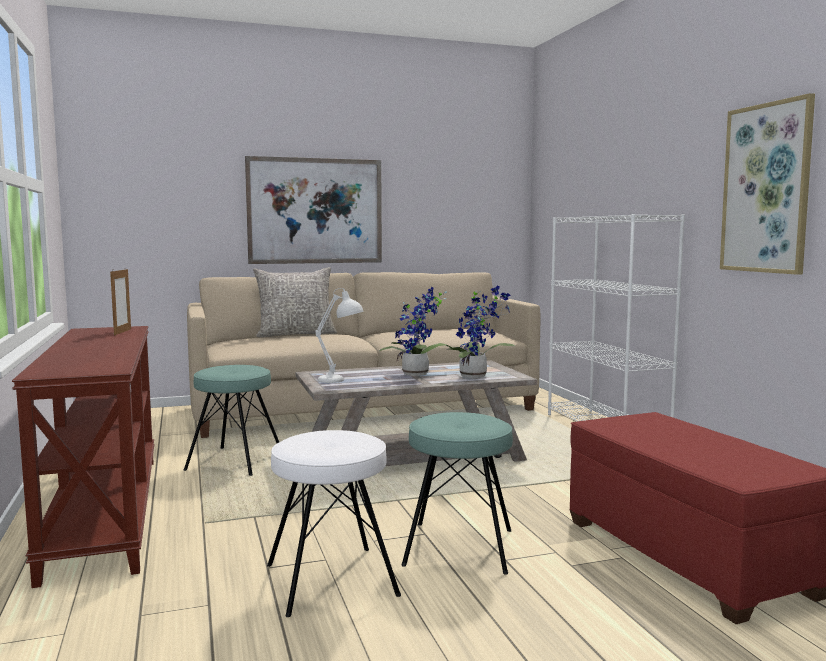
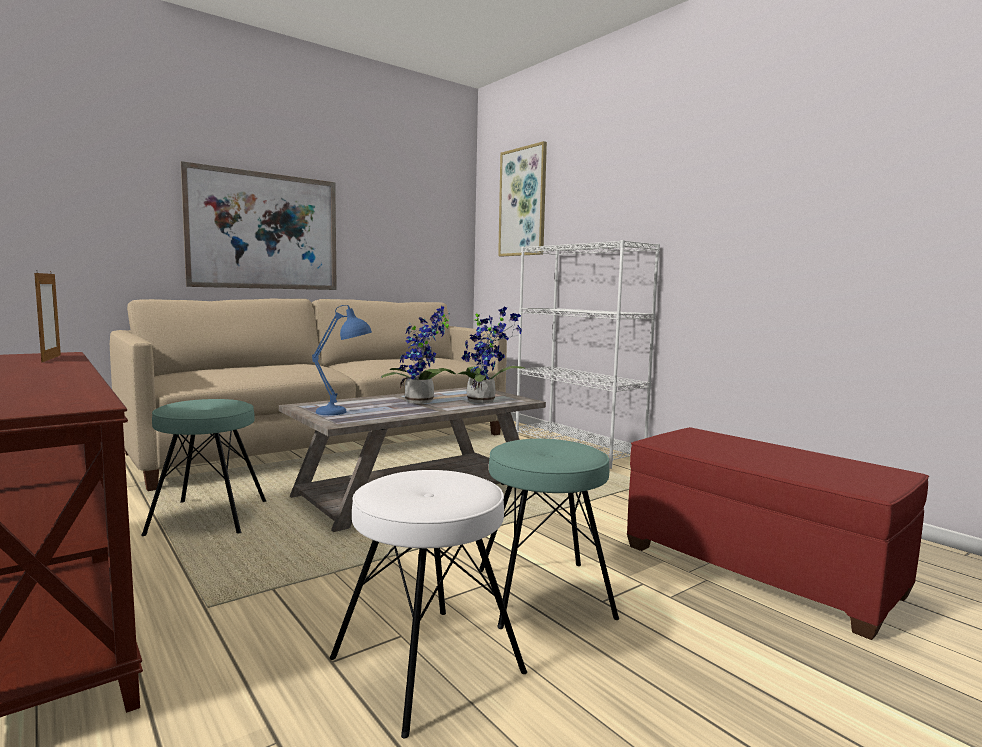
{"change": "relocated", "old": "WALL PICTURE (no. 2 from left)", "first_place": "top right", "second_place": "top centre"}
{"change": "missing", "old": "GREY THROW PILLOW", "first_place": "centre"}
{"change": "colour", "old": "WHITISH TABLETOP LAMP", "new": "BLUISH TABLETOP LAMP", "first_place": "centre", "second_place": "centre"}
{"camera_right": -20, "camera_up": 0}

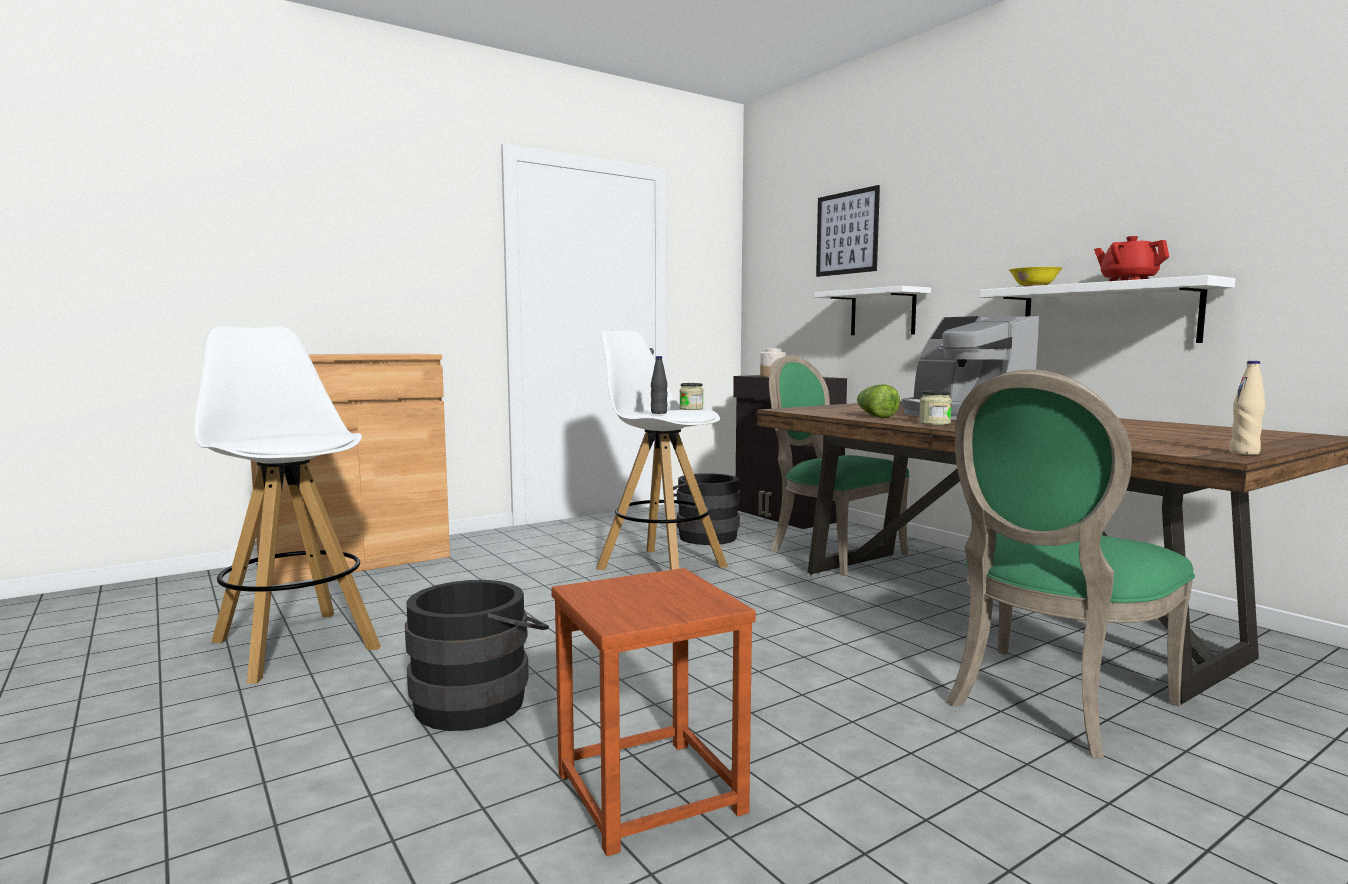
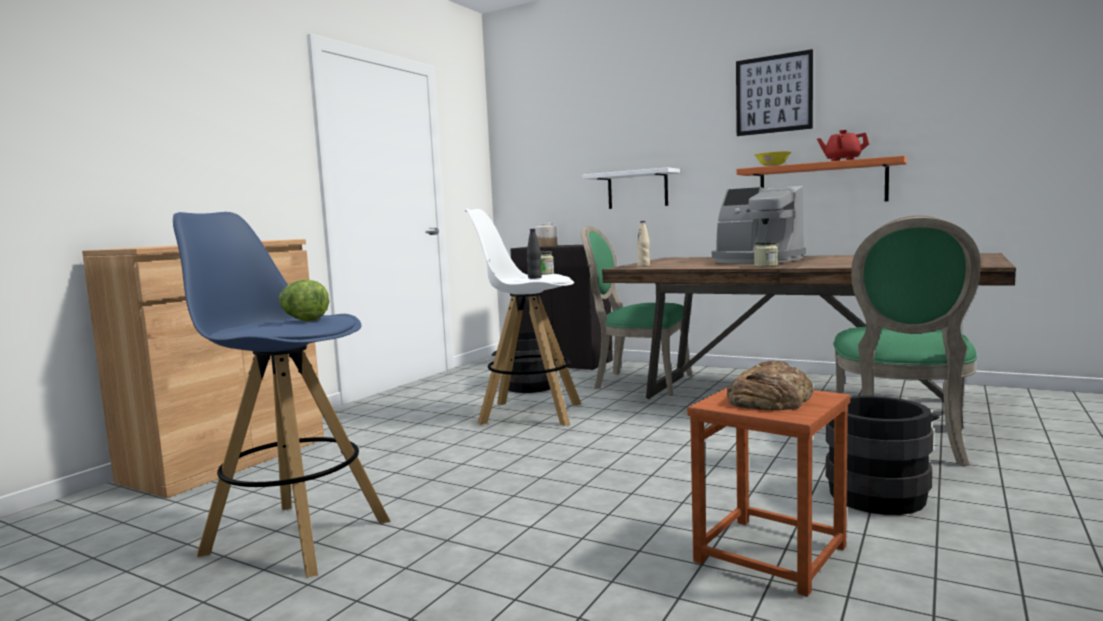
{"change": "relocated", "old": "WALL PICTURE", "first_place": "top centre", "second_place": "top right"}
{"change": "colour", "old": "WHITISH BRACKET SHELF (no. 2 from left)", "new": "ORANGE BRACKET SHELF", "first_place": "middle right", "second_place": "top right"}
{"change": "colour", "old": "WHITISH STOOL (no. 1 from left)", "new": "BLUISH STOOL", "first_place": "middle left", "second_place": "middle left"}
{"change": "relocated", "old": "SAND-COLOURED BEVERAGE BOTTLE", "first_place": "middle right", "second_place": "centre"}
{"change": "relocated", "old": "HEAD OF LETTUCE", "first_place": "centre", "second_place": "middle left"}
{"change": "relocated", "old": "BLACKISH PAIL (no. 1 from left in the first image)", "new": "BLACKISH PAIL (no. 2 from left)", "first_place": "bottom centre", "second_place": "bottom right"}
{"change": "appeared", "new": "BAKERY BREAD", "second_place": "middle right"}
{"camera_right": -25, "camera_up": 0}

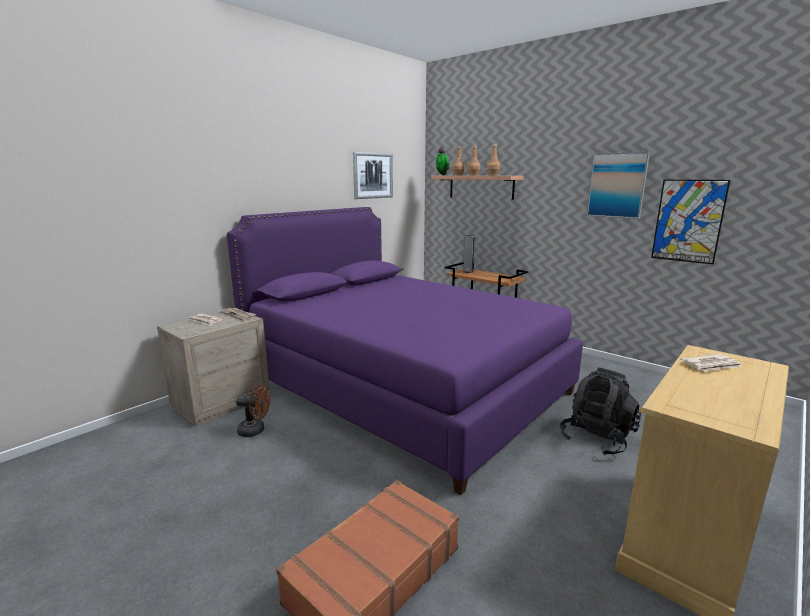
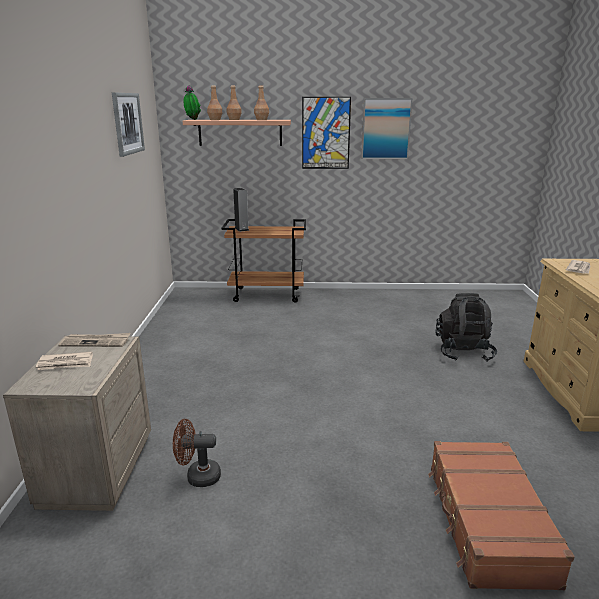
{"change": "relocated", "old": "WALL PICTURE (no. 3 from left in the first image)", "new": "WALL PICTURE (no. 2 from left)", "first_place": "middle right", "second_place": "top centre"}
{"change": "missing", "old": "PURPLE SLEEPING BED", "first_place": "centre"}
{"change": "spun", "old": "BROWNISH FAN", "first_place": "bottom left", "second_place": "bottom left", "degrees": -150}
{"camera_right": -40, "camera_up": 5}

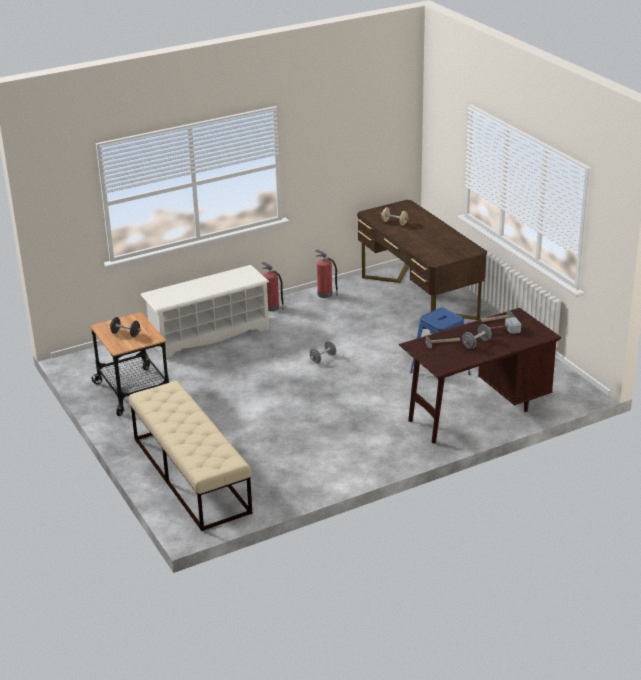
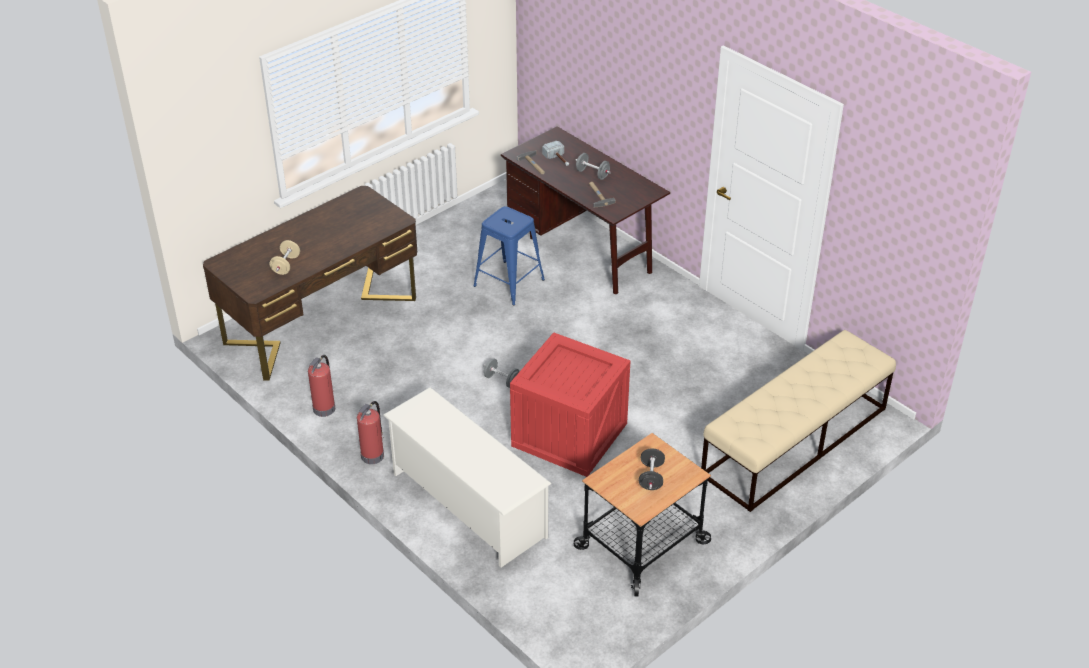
{"change": "appeared", "new": "PACKING CRATE", "second_place": "centre"}
{"camera_right": -105, "camera_up": 10}

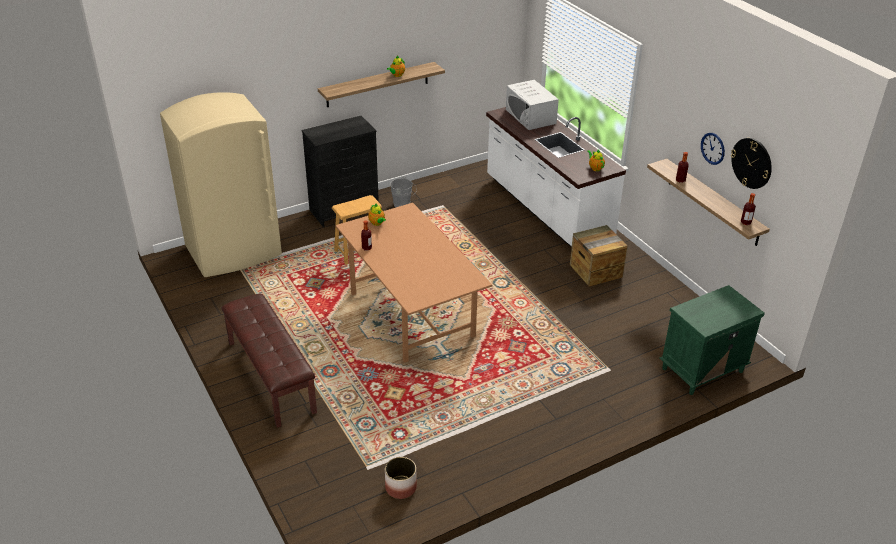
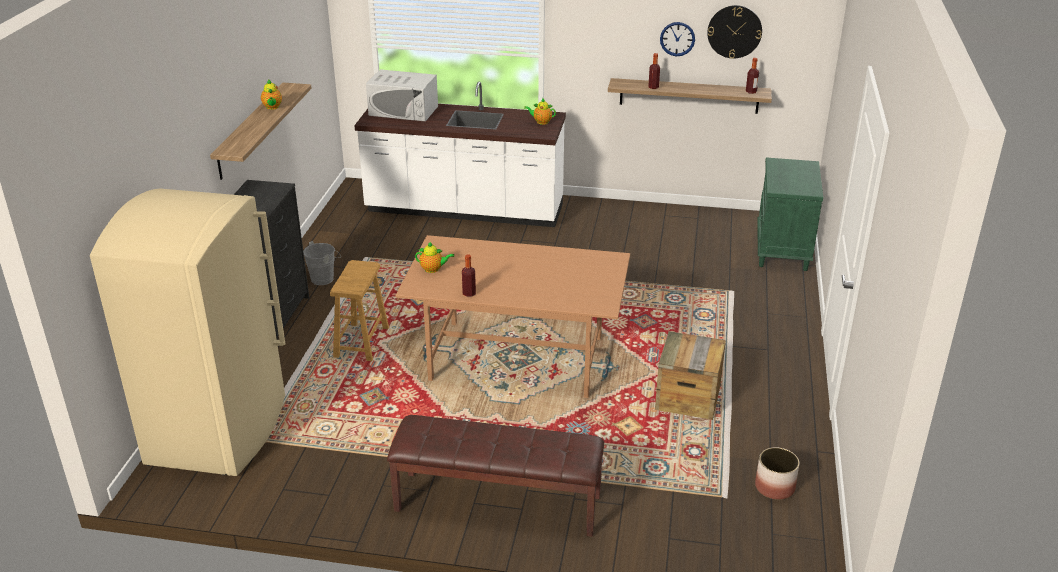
{"change": "relocated", "old": "PACKING CRATE", "first_place": "middle right", "second_place": "centre"}
{"camera_right": -50, "camera_up": -5}

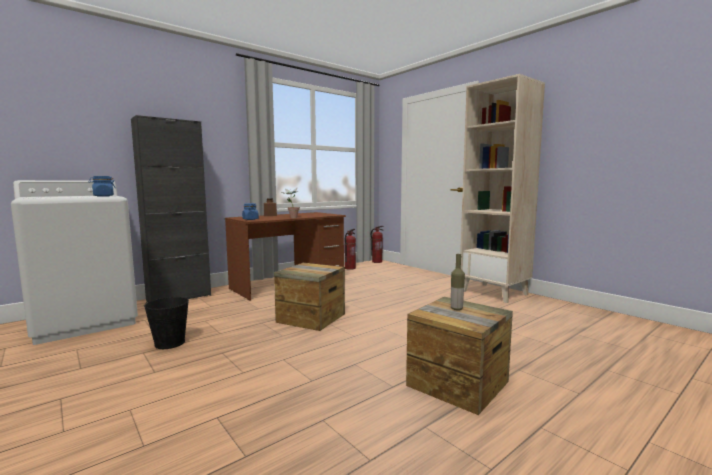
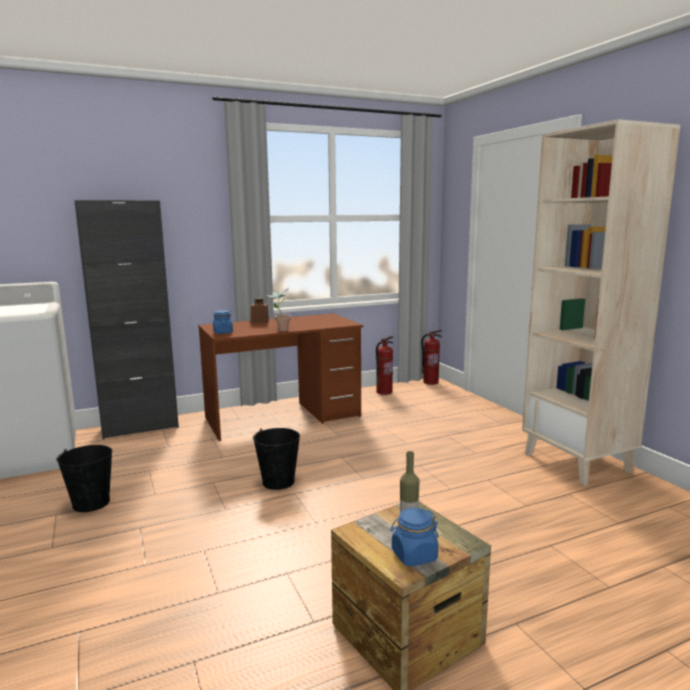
{"change": "relocated", "old": "BLUISH JAR (no. 1 from left in the first image)", "new": "BLUISH JAR (no. 2 from left)", "first_place": "middle left", "second_place": "bottom centre"}
{"change": "exchanged", "old": "PACKING CRATE (no. 1 from left)", "new": "BLACKISH PAIL (no. 2 from left)", "first_place": "centre", "second_place": "centre"}
{"camera_right": 15, "camera_up": 5}

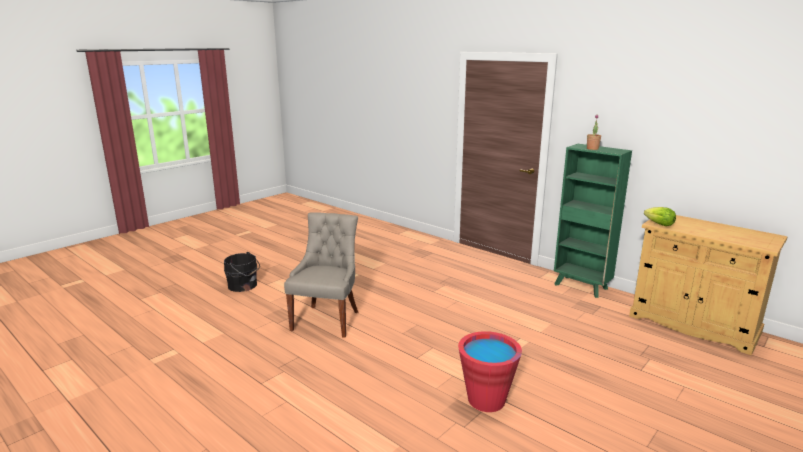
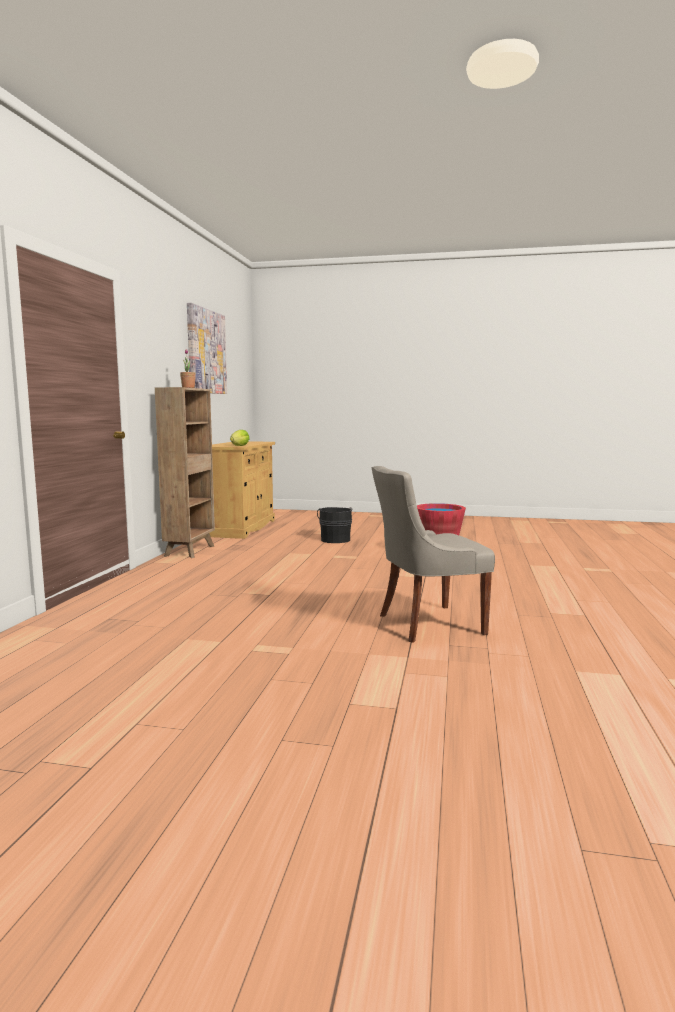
{"change": "colour", "old": "GREEN BOOKCASE", "new": "BROWNISH BOOKCASE", "first_place": "middle right", "second_place": "middle left"}
{"change": "relocated", "old": "BLACKISH PAIL", "first_place": "middle left", "second_place": "centre"}
{"change": "appeared", "new": "WALL PICTURE", "second_place": "middle left"}
{"camera_right": -120, "camera_up": -10}

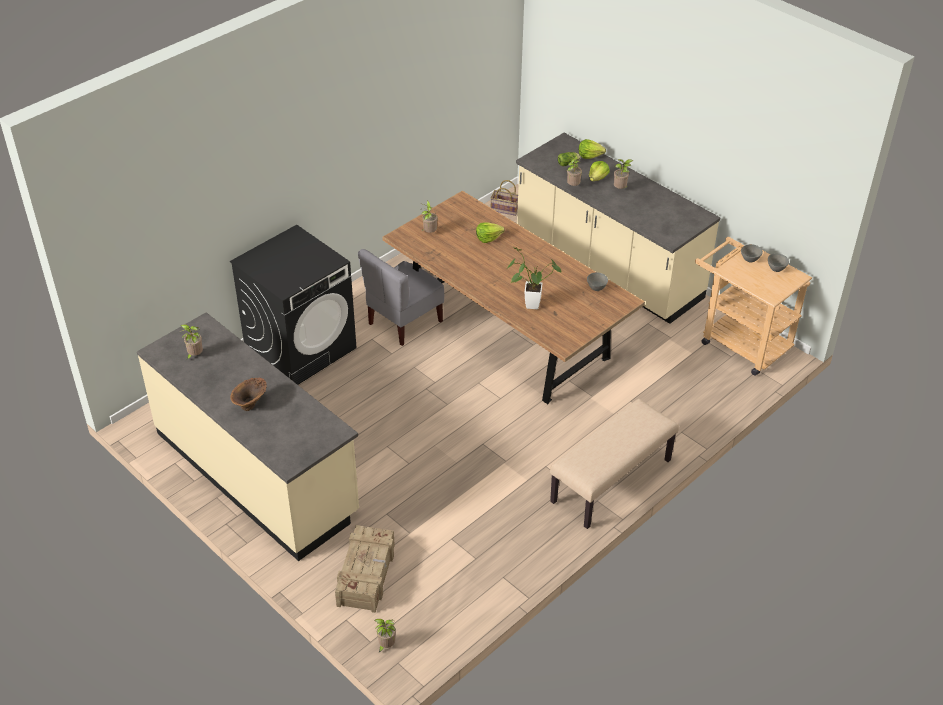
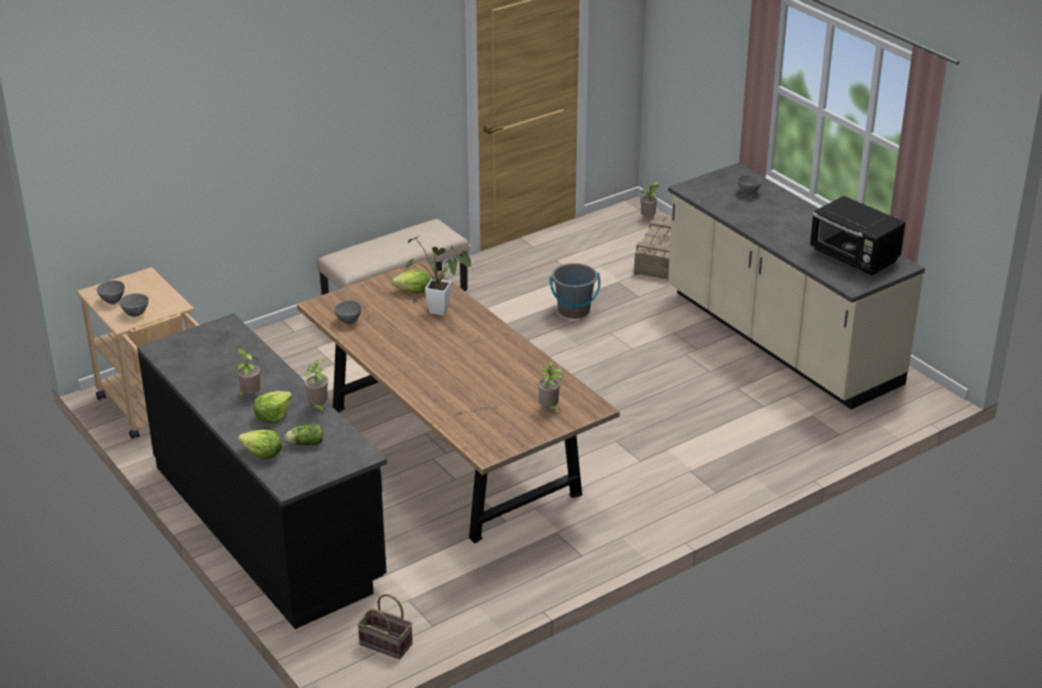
{"change": "colour", "old": "SAND-COLOURED COUNTER (no. 2 from left)", "new": "BLACKISH COUNTER", "first_place": "top centre", "second_place": "bottom left"}
{"change": "relocated", "old": "HEAD OF LETTUCE (no. 1 from left in the first image)", "new": "HEAD OF LETTUCE (no. 4 from left)", "first_place": "top centre", "second_place": "centre"}
{"change": "missing", "old": "BLACKISH LAUNDRY APPLIANCE", "first_place": "middle left"}
{"change": "missing", "old": "GREY UPRIGHT CHAIR", "first_place": "centre"}
{"change": "exchanged", "old": "PLANT IN A POT (no. 1 from left)", "new": "BLACKISH KITCHEN MICROWAVE", "first_place": "middle left", "second_place": "middle right"}
{"change": "missing", "old": "BROWNISH FLOWER VASE", "first_place": "middle left"}
{"change": "appeared", "new": "GREY DEEP DISH (no. 4 from left)", "second_place": "top right"}
{"change": "appeared", "new": "GREY PAIL", "second_place": "centre"}
{"camera_right": -170, "camera_up": -10}

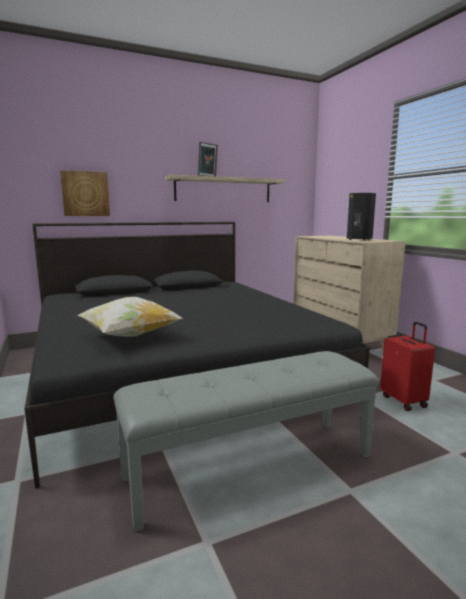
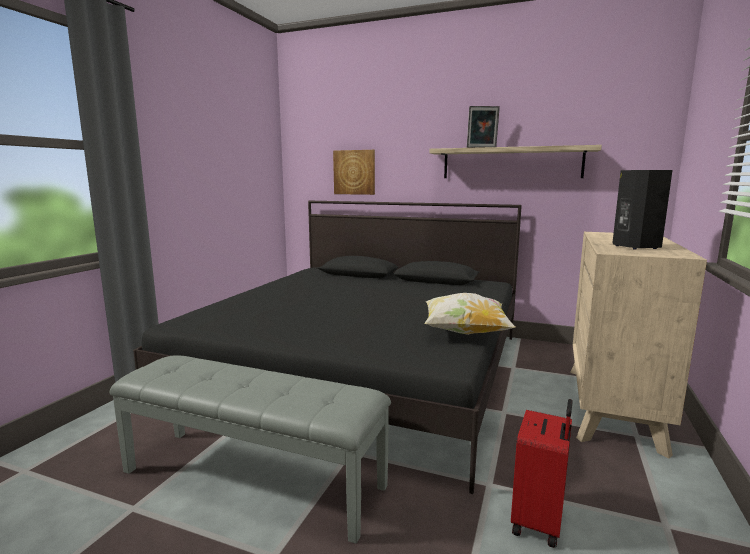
{"change": "relocated", "old": "THROW PILLOW", "first_place": "middle left", "second_place": "centre"}
{"camera_right": 45, "camera_up": 0}

